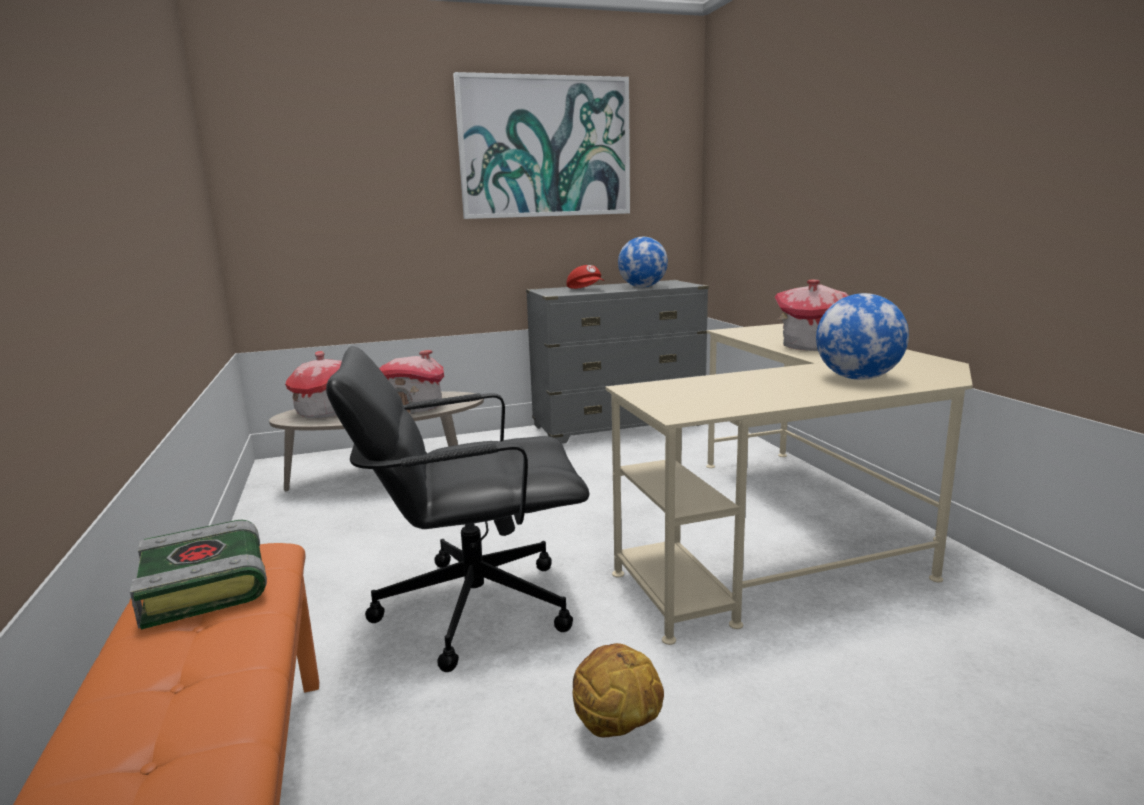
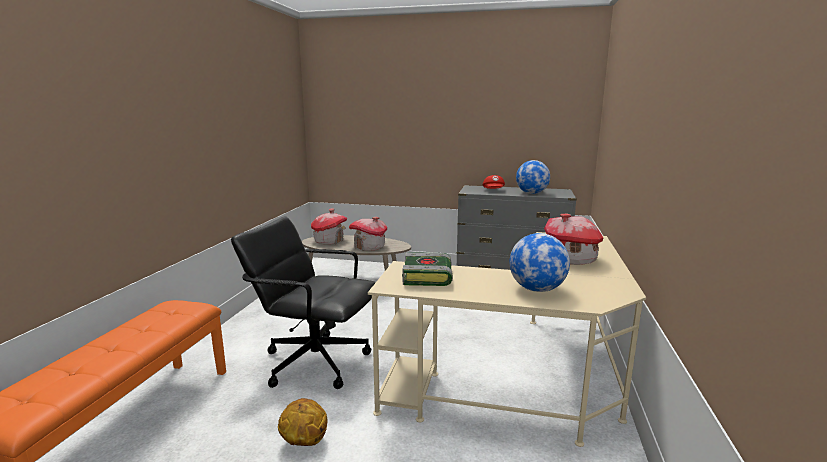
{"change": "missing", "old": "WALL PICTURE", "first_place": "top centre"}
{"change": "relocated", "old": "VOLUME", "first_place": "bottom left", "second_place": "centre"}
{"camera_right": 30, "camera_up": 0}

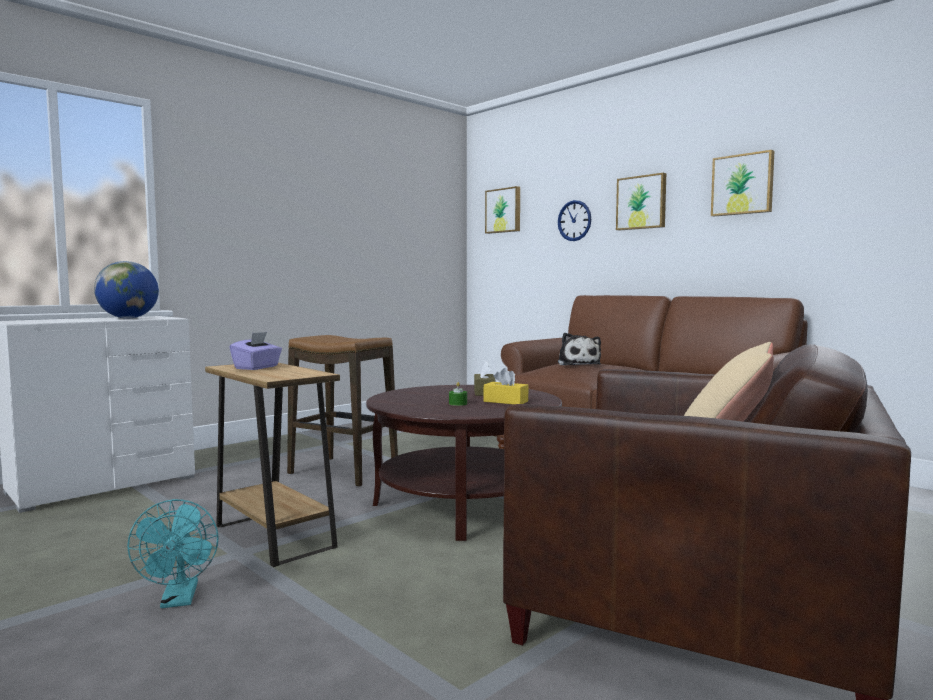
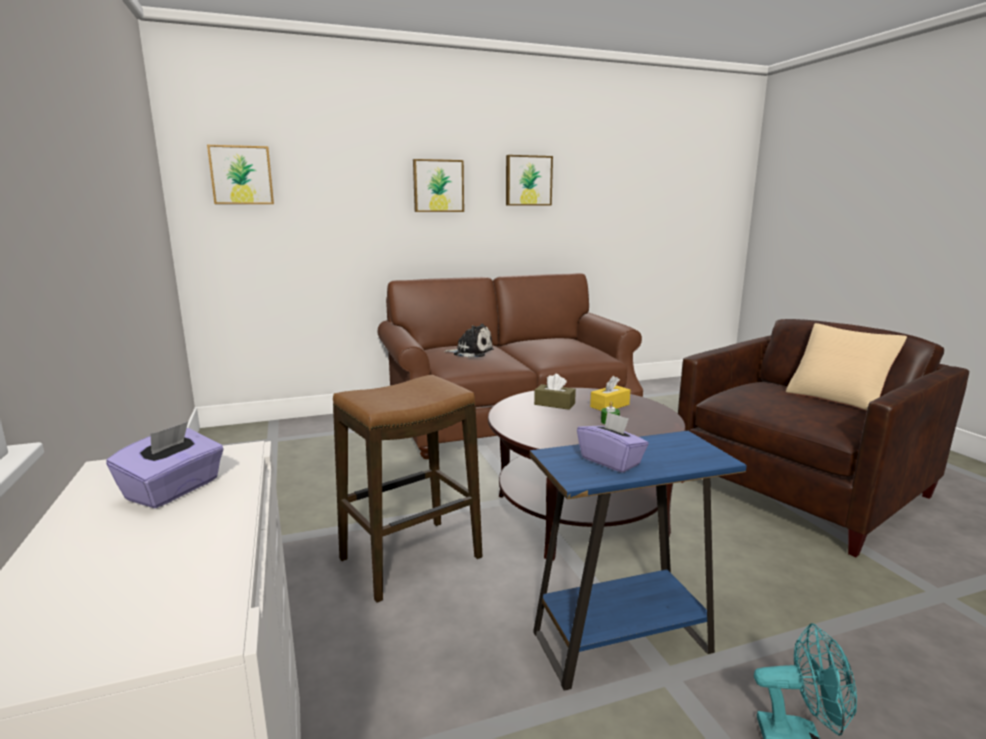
{"change": "missing", "old": "HANGING CLOCK", "first_place": "top centre"}
{"change": "exchanged", "old": "WORLD GLOBE", "new": "PURPLE BOX OF TISSUES (no. 1 from left)", "first_place": "middle left", "second_place": "middle left"}
{"change": "colour", "old": "BROWNISH END TABLE", "new": "BLUISH END TABLE", "first_place": "middle left", "second_place": "bottom centre"}
{"camera_right": -65, "camera_up": 10}

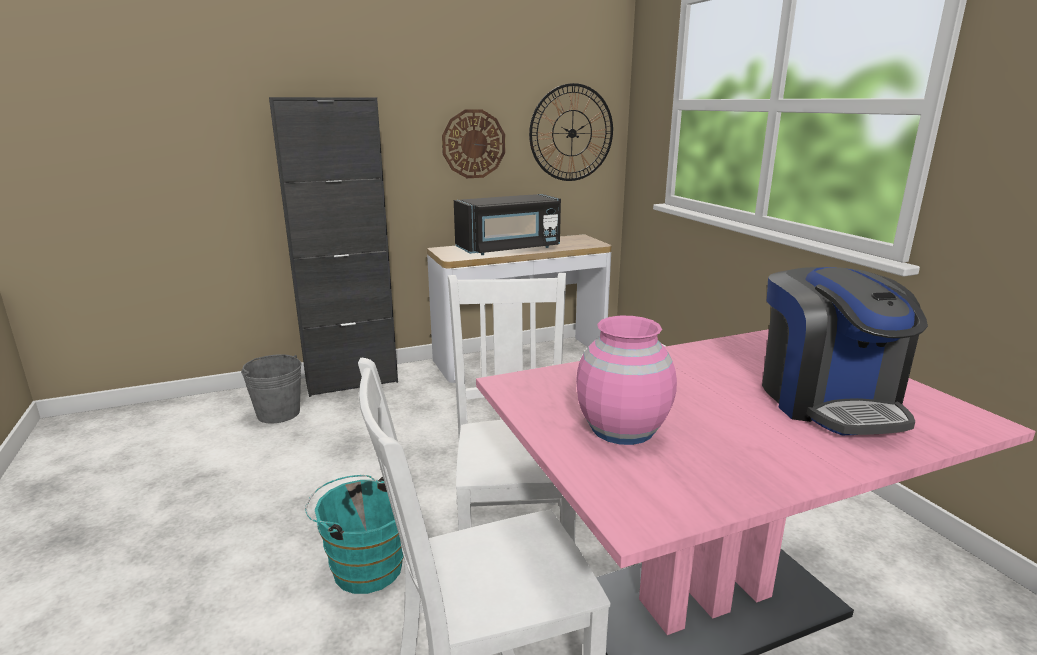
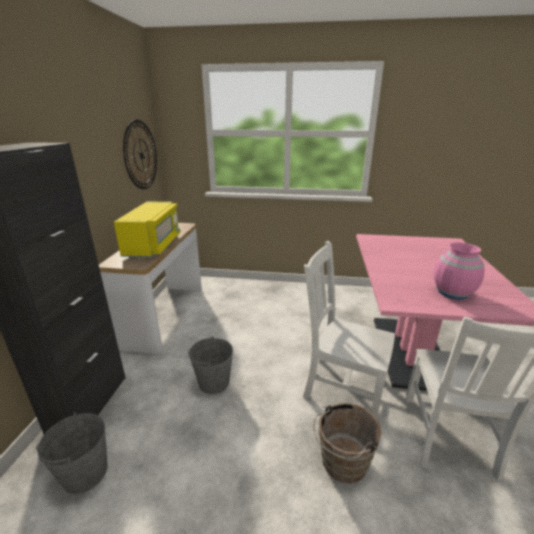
{"change": "missing", "old": "HANGING CLOCK (no. 1 from left)", "first_place": "top centre"}
{"change": "colour", "old": "BLACKISH KITCHEN MICROWAVE", "new": "YELLOWISH KITCHEN MICROWAVE", "first_place": "centre", "second_place": "middle left"}
{"change": "missing", "old": "COFFEE MAKER", "first_place": "middle right"}
{"change": "colour", "old": "TURQUOISE-COLOURED PAIL", "new": "BROWNISH PAIL", "first_place": "bottom centre", "second_place": "bottom centre"}
{"change": "appeared", "new": "GREY PAIL (no. 2 from left)", "second_place": "bottom centre"}
{"camera_right": -60, "camera_up": 5}

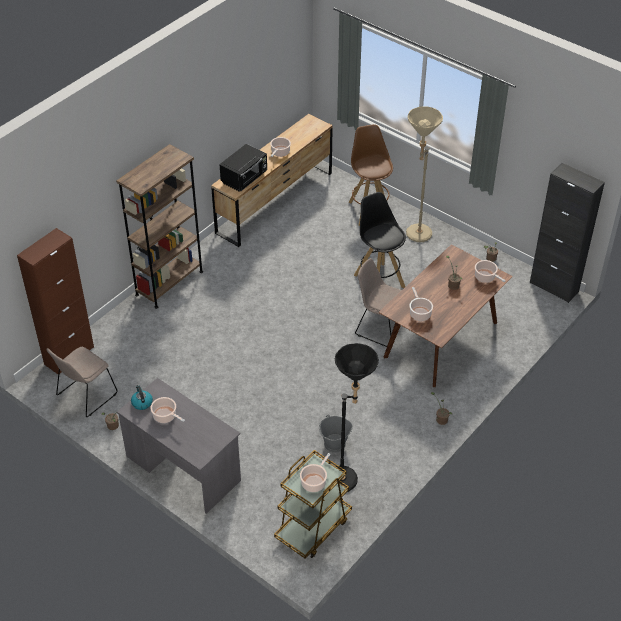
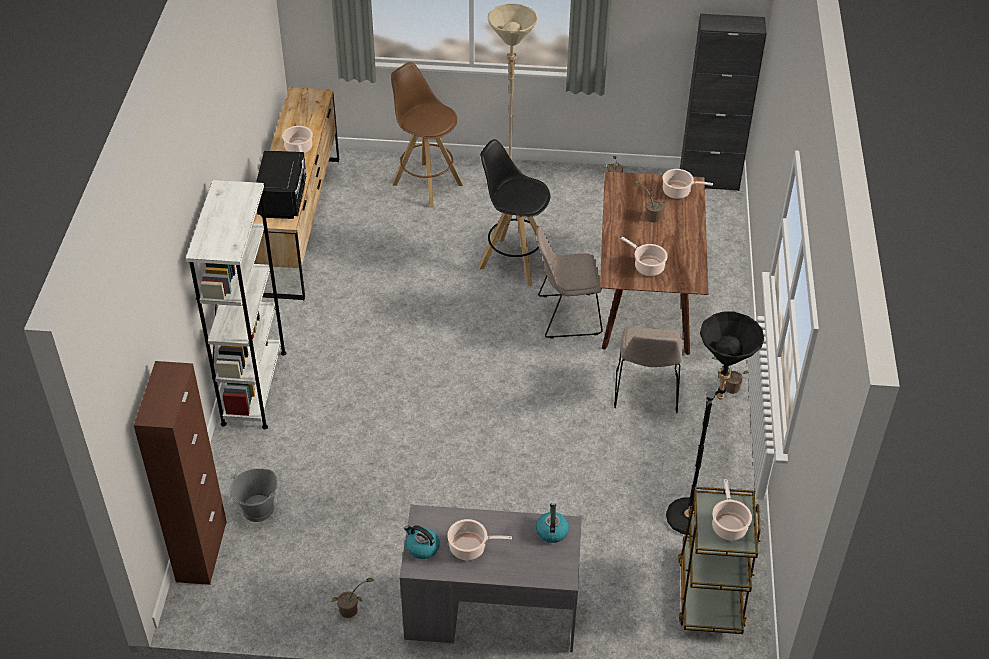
{"change": "colour", "old": "BROWNISH BOOKCASE", "new": "WHITISH BOOKCASE", "first_place": "middle left", "second_place": "middle left"}
{"change": "relocated", "old": "SAND-COLOURED UPRIGHT CHAIR (no. 1 from left in the first image)", "new": "SAND-COLOURED UPRIGHT CHAIR (no. 2 from left)", "first_place": "middle left", "second_place": "centre"}
{"change": "relocated", "old": "GREY PAIL", "first_place": "bottom centre", "second_place": "bottom left"}
{"change": "appeared", "new": "TEA KETTLE (no. 2 from left)", "second_place": "bottom centre"}
{"camera_right": -35, "camera_up": 0}

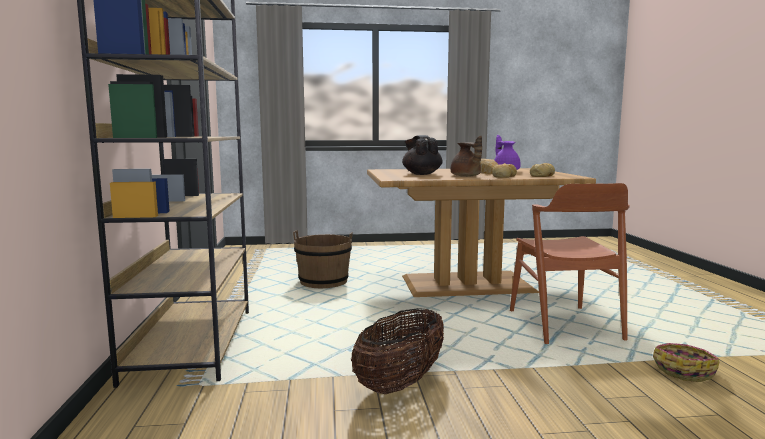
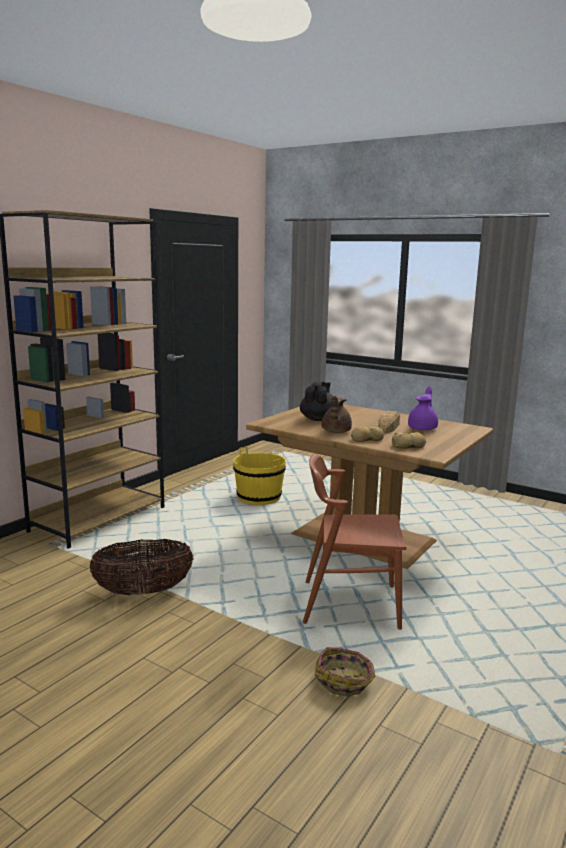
{"change": "spun", "old": "BROWNISH UPRIGHT CHAIR", "first_place": "middle right", "second_place": "centre", "degrees": 60}
{"change": "colour", "old": "BROWNISH PAIL", "new": "YELLOWISH PAIL", "first_place": "centre", "second_place": "centre"}
{"camera_right": 40, "camera_up": 5}

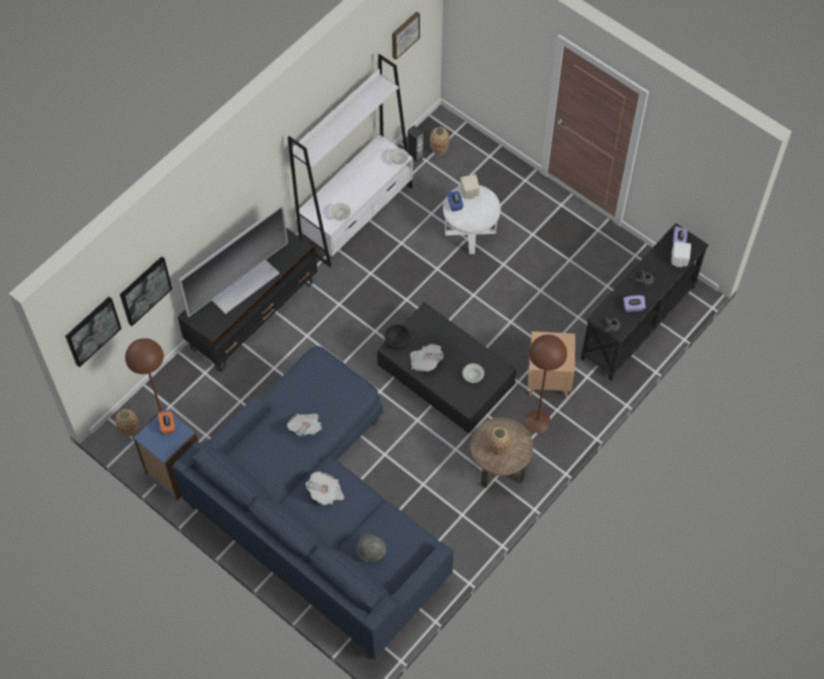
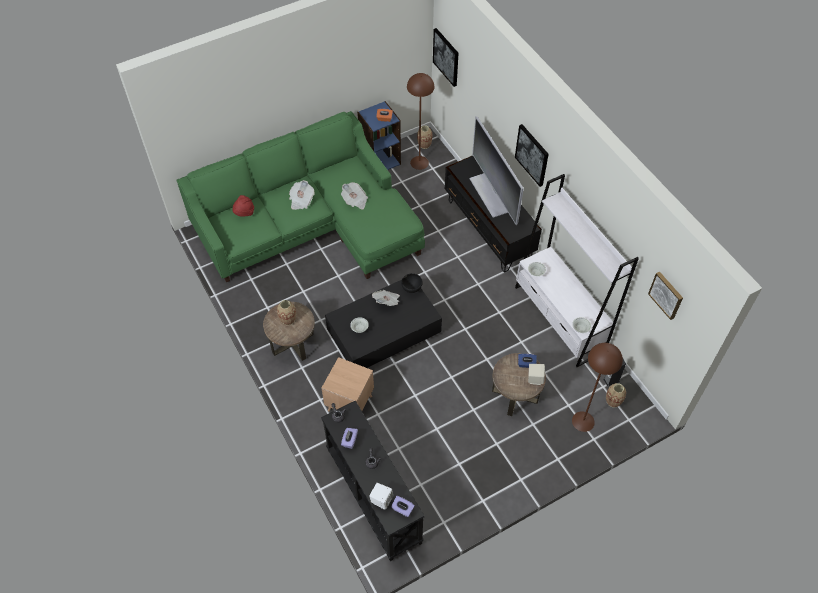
{"change": "colour", "old": "WHITISH END TABLE", "new": "BROWNISH END TABLE (no. 3 from left)", "first_place": "top centre", "second_place": "centre"}
{"change": "relocated", "old": "WALL PICTURE (no. 2 from left)", "first_place": "middle left", "second_place": "top centre"}
{"change": "relocated", "old": "BROWNISH FLOOR LAMP (no. 2 from left)", "first_place": "centre", "second_place": "middle right"}
{"change": "colour", "old": "BLUISH SETTEE", "new": "GREEN SETTEE", "first_place": "bottom centre", "second_place": "top centre"}
{"change": "colour", "old": "GREY WEARABLE HAT", "new": "REDDISH WEARABLE HAT", "first_place": "bottom centre", "second_place": "middle left"}
{"camera_right": 110, "camera_up": -5}

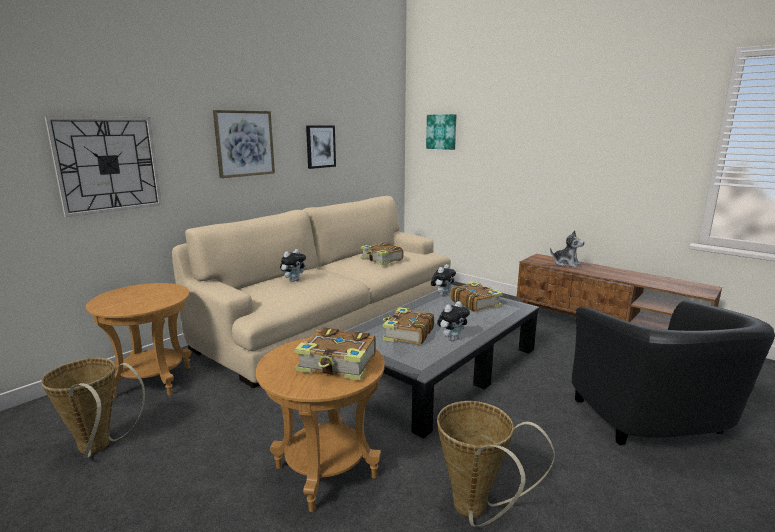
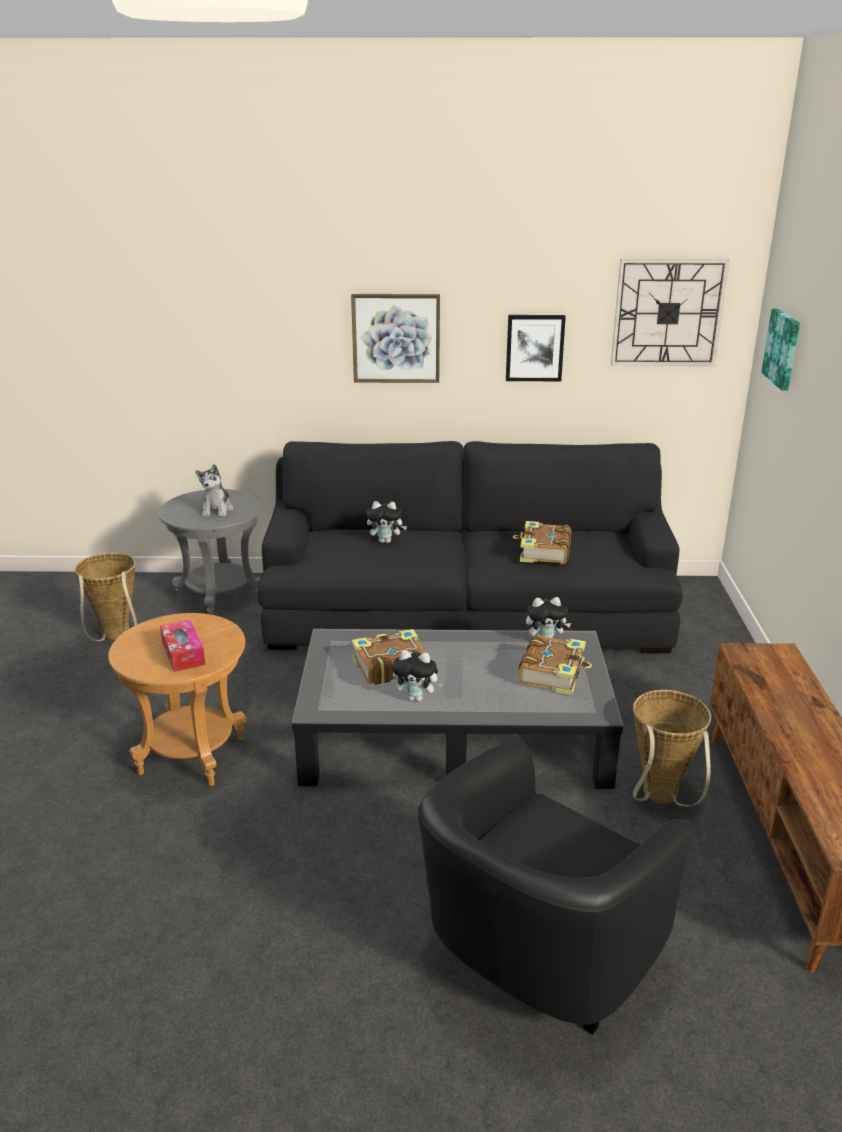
{"change": "relocated", "old": "HANGING CLOCK", "first_place": "top left", "second_place": "top right"}
{"change": "colour", "old": "SAND-COLOURED SETTEE", "new": "BLACKISH SETTEE", "first_place": "centre", "second_place": "centre"}
{"change": "relocated", "old": "PLUSH TOY (no. 4 from left in the first image)", "new": "PLUSH TOY (no. 1 from left)", "first_place": "middle right", "second_place": "middle left"}
{"change": "colour", "old": "BROWNISH END TABLE (no. 1 from left)", "new": "GREY END TABLE", "first_place": "middle left", "second_place": "middle left"}
{"change": "exchanged", "old": "VOLUME (no. 1 from left)", "new": "BOX OF TISSUES", "first_place": "centre", "second_place": "middle left"}
{"change": "relocated", "old": "HOUSEHOLD BASKET (no. 2 from left)", "first_place": "bottom centre", "second_place": "middle right"}
{"camera_right": 50, "camera_up": 10}

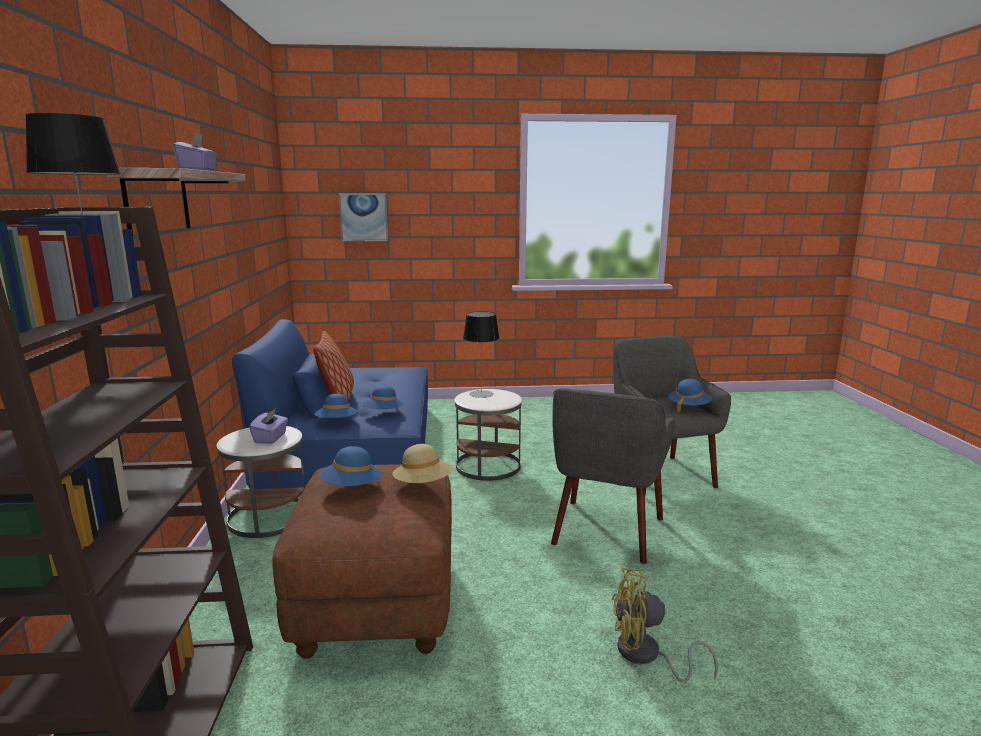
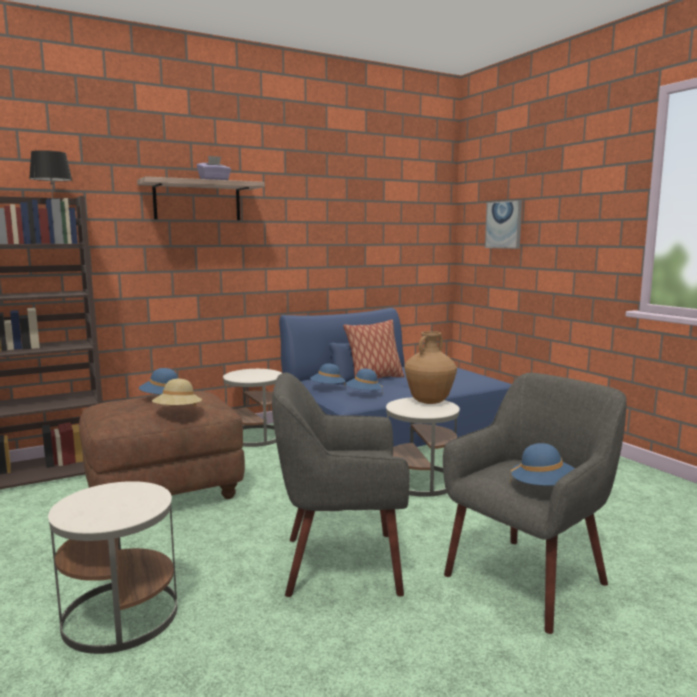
{"change": "exchanged", "old": "TABLETOP LAMP (no. 2 from left)", "new": "BROWNISH FLOWER VASE", "first_place": "centre", "second_place": "centre"}
{"change": "missing", "old": "PURPLE BOX OF TISSUES (no. 2 from left)", "first_place": "middle left"}
{"change": "exchanged", "old": "YELLOWISH FAN", "new": "WHITISH END TABLE (no. 1 from left)", "first_place": "bottom right", "second_place": "bottom left"}
{"camera_right": 65, "camera_up": -5}

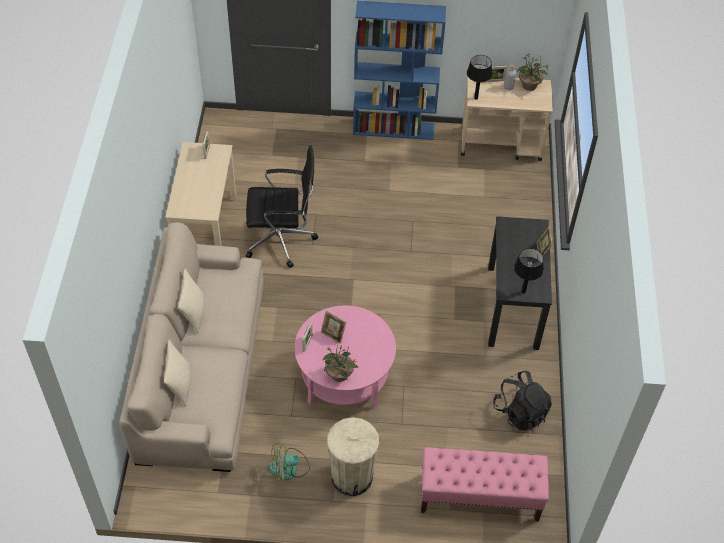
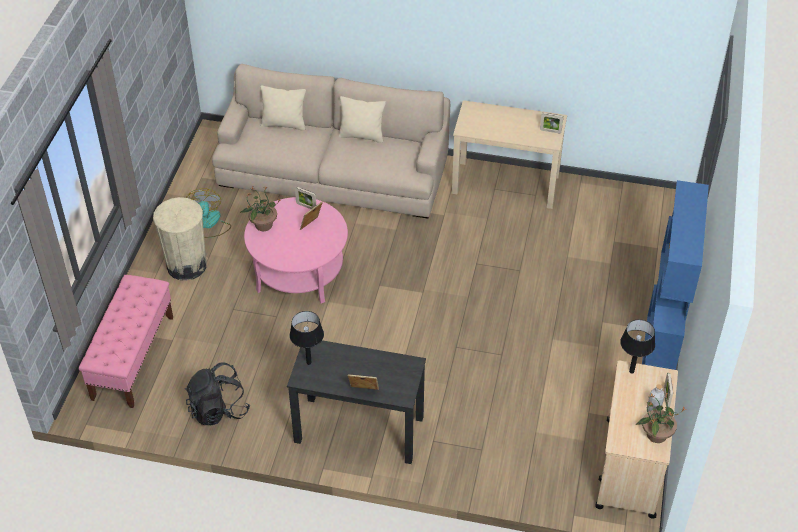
{"change": "missing", "old": "BLACKISH DESK CHAIR", "first_place": "centre"}
{"camera_right": 100, "camera_up": -5}

